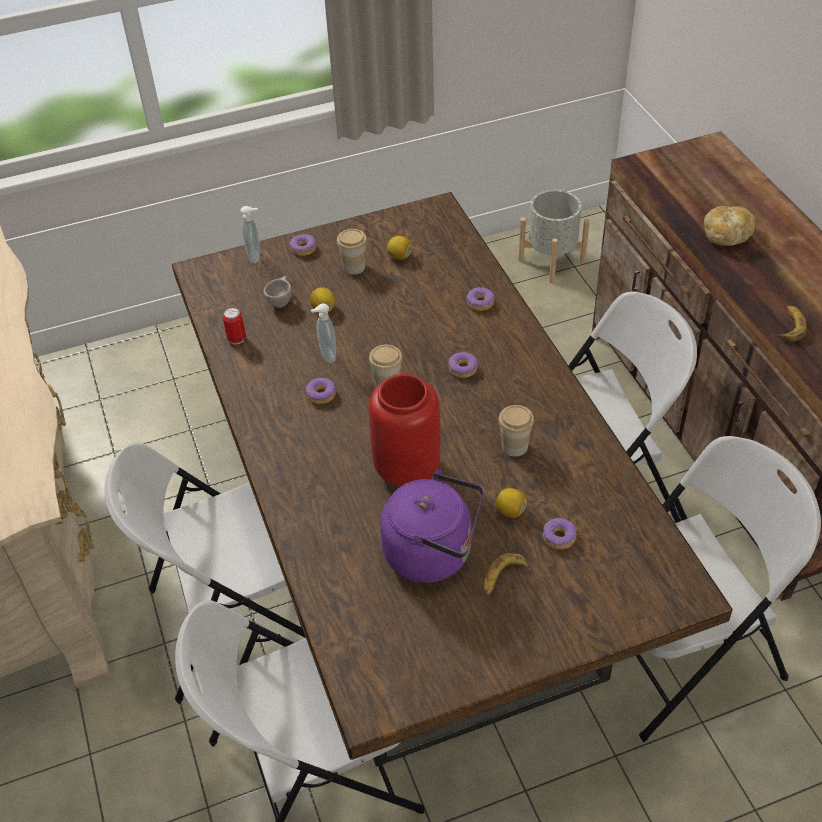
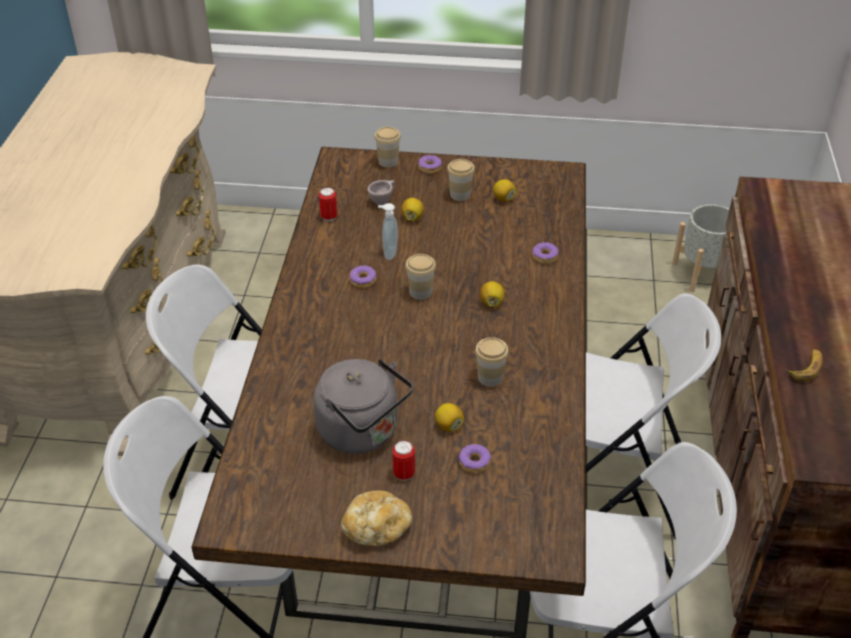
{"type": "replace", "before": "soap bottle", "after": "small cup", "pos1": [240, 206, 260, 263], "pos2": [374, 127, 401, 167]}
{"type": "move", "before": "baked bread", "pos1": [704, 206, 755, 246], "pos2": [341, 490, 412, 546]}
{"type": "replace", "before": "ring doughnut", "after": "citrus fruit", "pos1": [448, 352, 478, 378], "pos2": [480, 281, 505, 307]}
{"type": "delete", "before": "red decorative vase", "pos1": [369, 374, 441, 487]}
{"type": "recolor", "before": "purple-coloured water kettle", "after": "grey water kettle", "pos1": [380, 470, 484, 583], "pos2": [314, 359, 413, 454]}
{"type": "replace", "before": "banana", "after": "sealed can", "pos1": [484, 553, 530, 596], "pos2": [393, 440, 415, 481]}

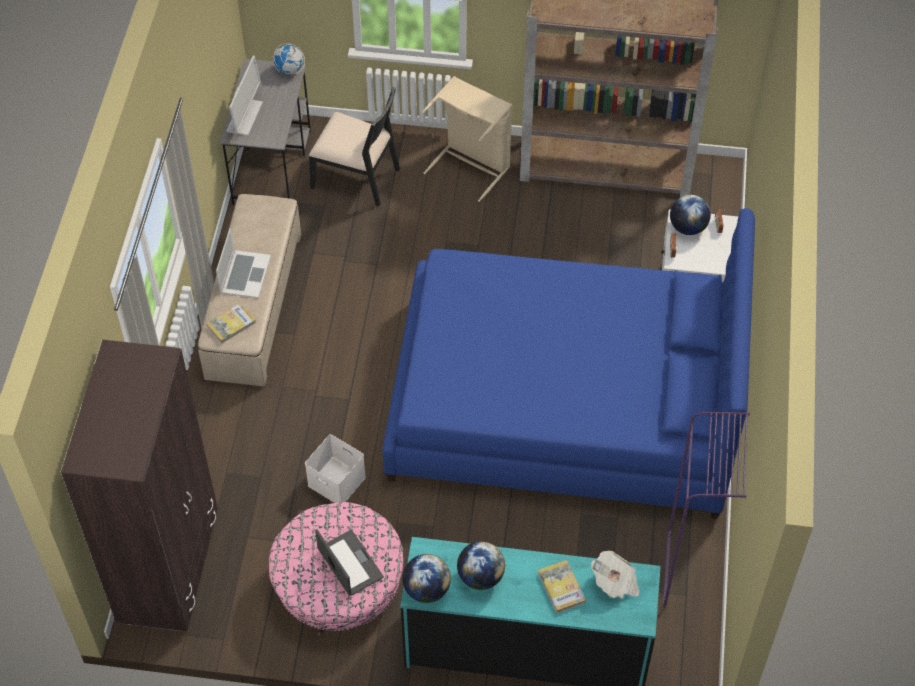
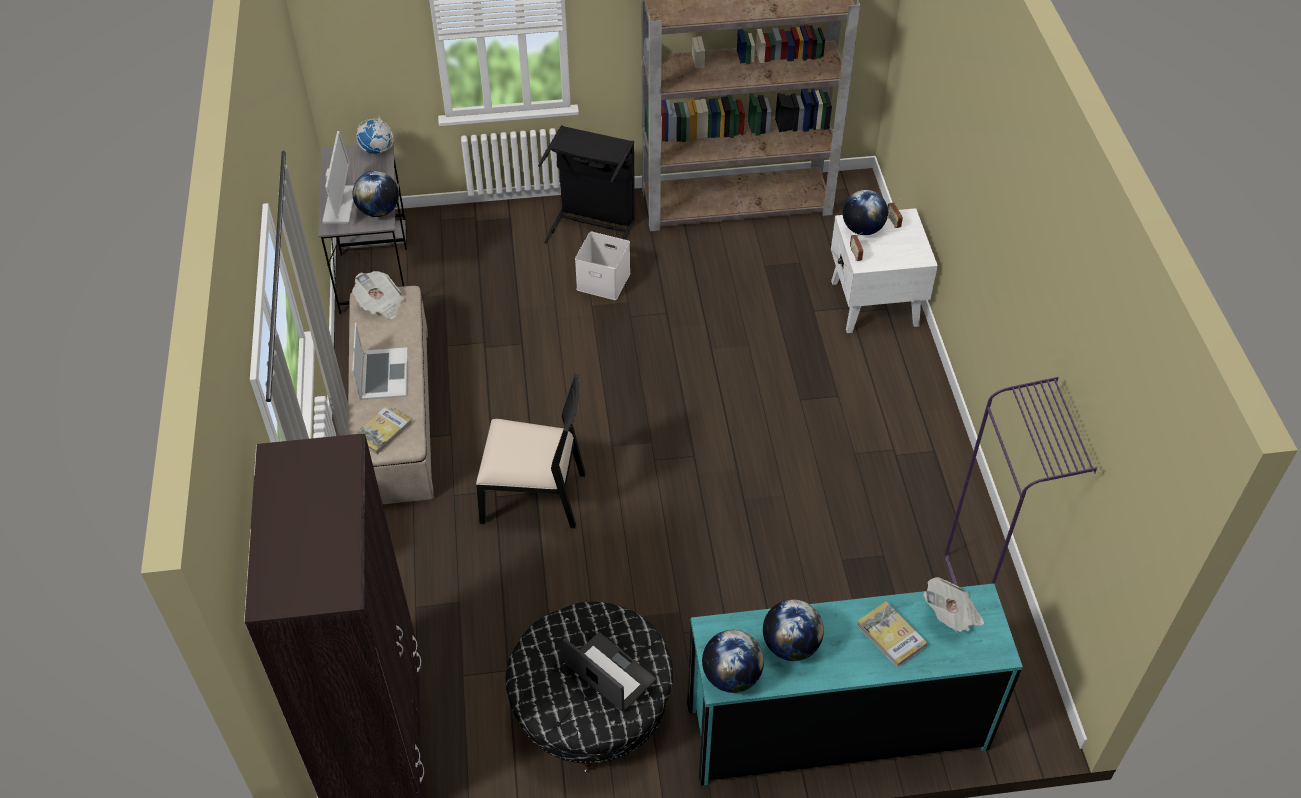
{"type": "recolor", "before": "beige hamper", "after": "black hamper", "pos1": [422, 76, 512, 202], "pos2": [538, 125, 635, 243]}
{"type": "move", "before": "black chair", "pos1": [309, 87, 400, 206], "pos2": [476, 374, 585, 528]}
{"type": "delete", "before": "blue-coloured bedroom bed", "pos1": [383, 208, 755, 519]}
{"type": "move", "before": "white storage box", "pos1": [305, 434, 366, 503], "pos2": [575, 232, 630, 300]}
{"type": "recolor", "before": "pink-coloured pouffe", "after": "black pouffe", "pos1": [269, 502, 403, 636], "pos2": [505, 602, 673, 773]}
{"type": "insert", "after": "desk globe", "pos2": [353, 171, 399, 217]}
{"type": "insert", "after": "newspaper", "pos2": [352, 271, 404, 319]}

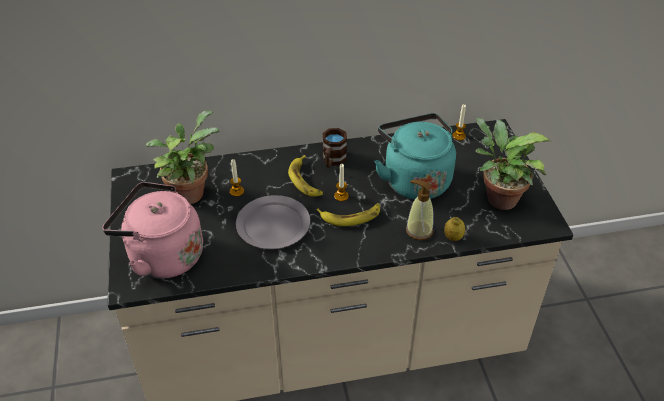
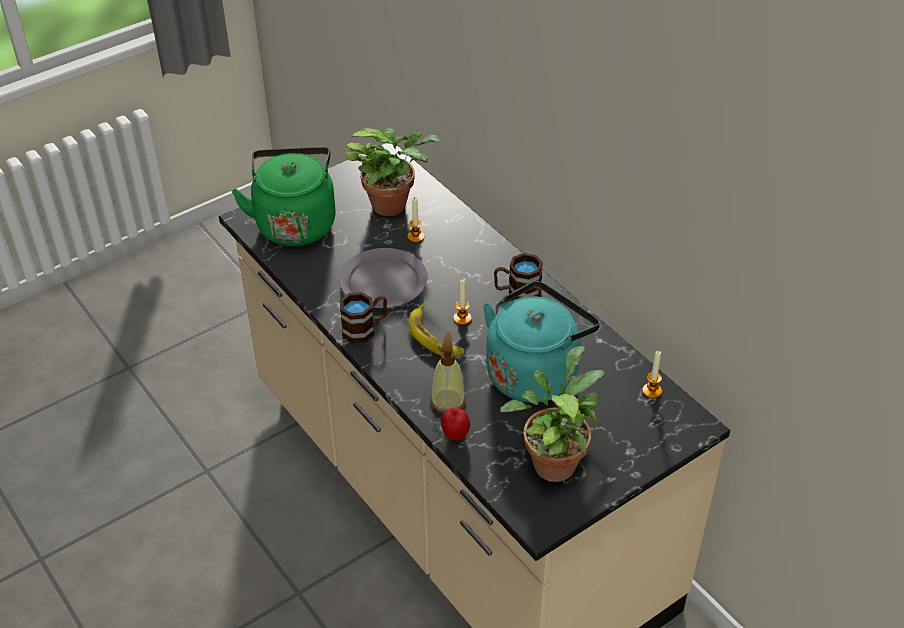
{"type": "delete", "before": "banana", "pos1": [288, 155, 323, 197]}
{"type": "recolor", "before": "pink-coloured water kettle", "after": "greenish water kettle", "pos1": [102, 182, 203, 279], "pos2": [232, 147, 336, 246]}
{"type": "replace", "before": "citrus fruit", "after": "apple fruit", "pos1": [444, 217, 465, 241], "pos2": [441, 408, 470, 441]}
{"type": "insert", "after": "brownish mug", "pos2": [340, 292, 387, 343]}

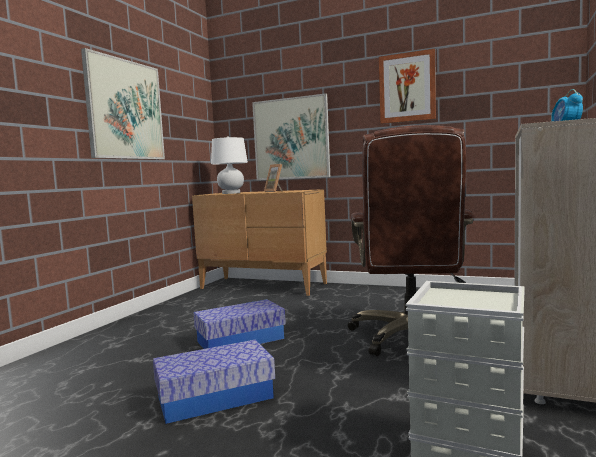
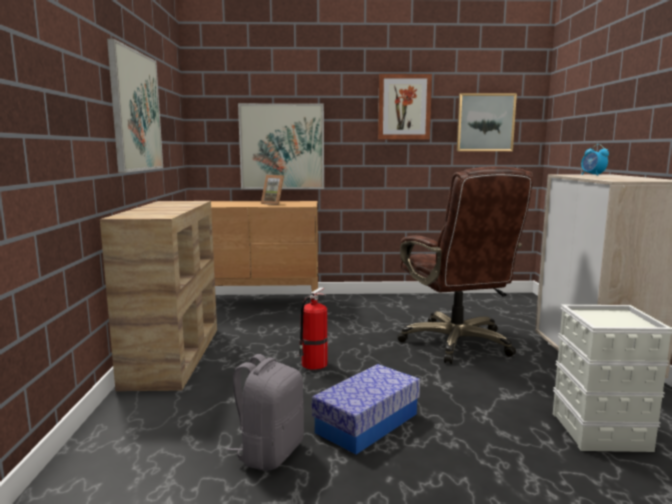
{"type": "delete", "before": "white lamp for a table", "pos1": [211, 136, 248, 194]}
{"type": "replace", "before": "storage box", "after": "fire extinguisher", "pos1": [193, 299, 286, 349], "pos2": [298, 287, 328, 370]}
{"type": "insert", "after": "picture", "pos2": [457, 93, 517, 151]}
{"type": "insert", "after": "brownish bookcase", "pos2": [100, 201, 217, 391]}
{"type": "insert", "after": "grey backpack", "pos2": [227, 354, 304, 471]}

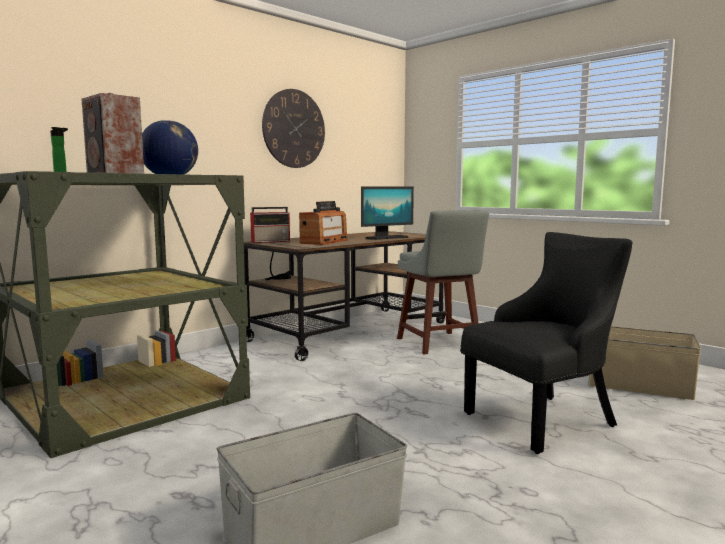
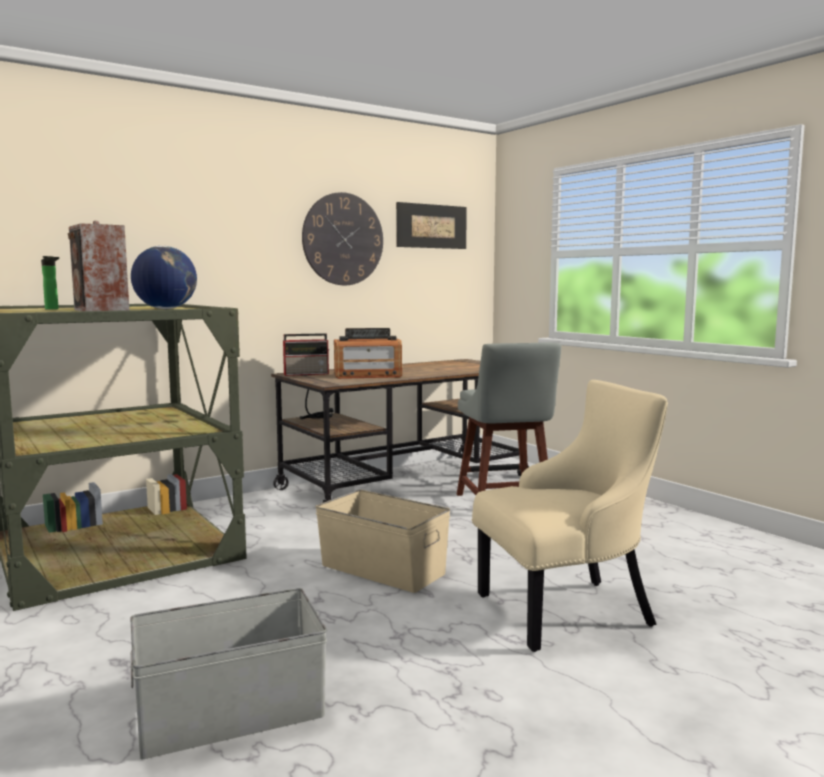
{"type": "delete", "before": "monitor", "pos1": [361, 186, 414, 240]}
{"type": "rotate", "before": "radio", "pos1": [299, 201, 348, 245], "pos2": [334, 328, 402, 379], "turn": 45}
{"type": "recolor", "before": "black chair", "after": "beige chair", "pos1": [460, 232, 633, 454], "pos2": [472, 380, 668, 652]}
{"type": "move", "before": "beige storage box", "pos1": [589, 326, 701, 400], "pos2": [315, 490, 450, 593]}
{"type": "insert", "after": "picture", "pos2": [396, 202, 467, 249]}

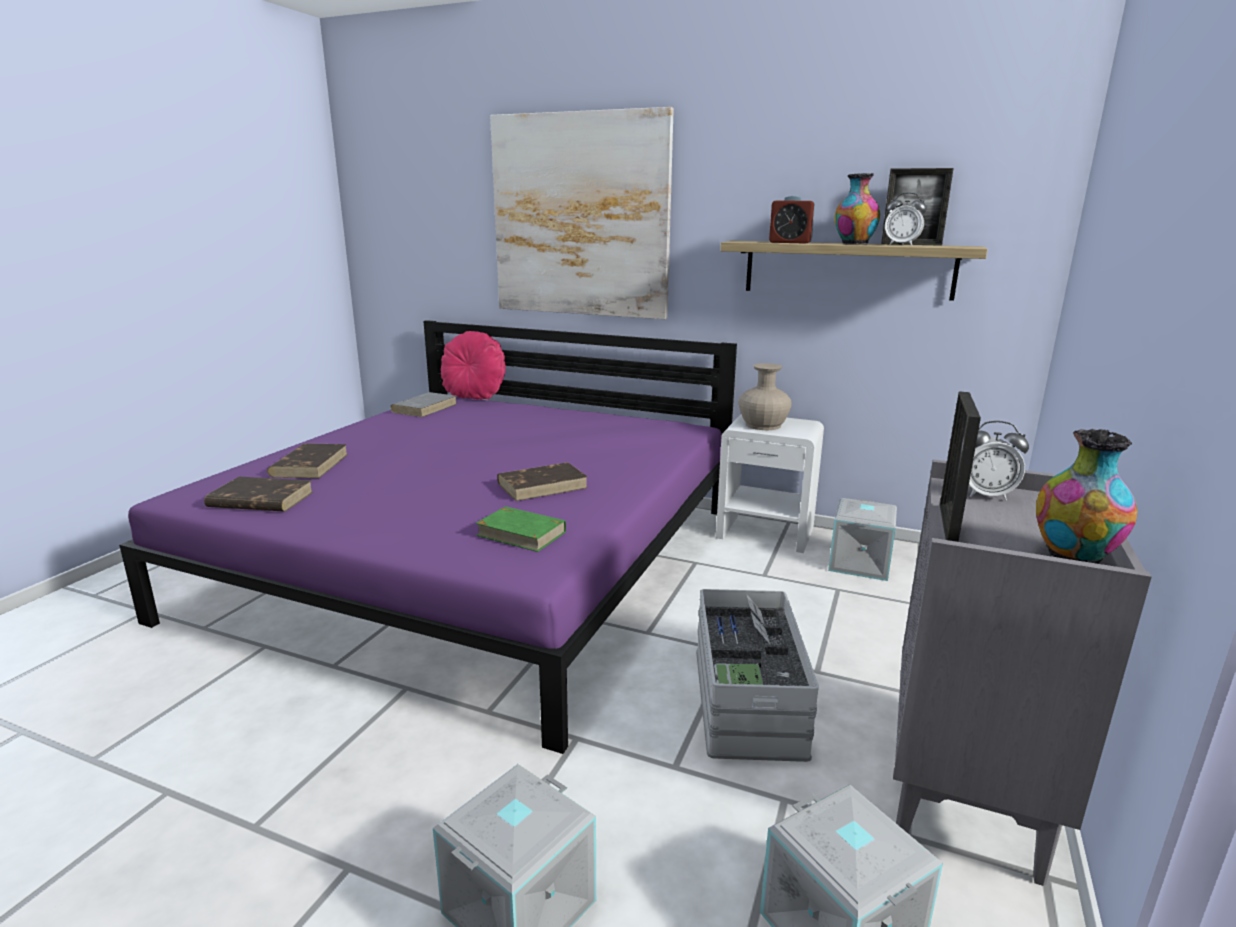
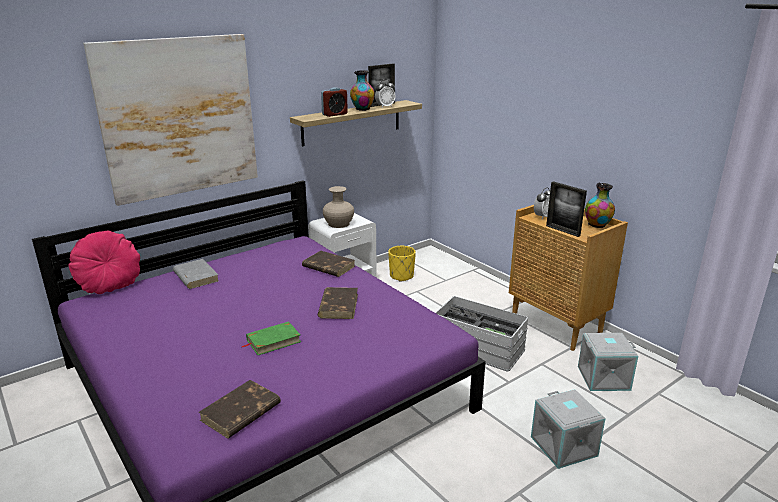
{"type": "move", "before": "grey book", "pos1": [390, 392, 456, 417], "pos2": [173, 259, 219, 289]}
{"type": "move", "before": "brownish book", "pos1": [267, 443, 348, 478], "pos2": [302, 251, 355, 277]}
{"type": "recolor", "before": "grey cabinet", "after": "brownish cabinet", "pos1": [893, 459, 1152, 886], "pos2": [509, 205, 628, 351]}
{"type": "replace", "before": "grey storage box", "after": "yellow flower pot", "pos1": [828, 498, 897, 581], "pos2": [388, 246, 416, 282]}
{"type": "move", "before": "greenish book", "pos1": [475, 506, 566, 552], "pos2": [242, 321, 301, 355]}

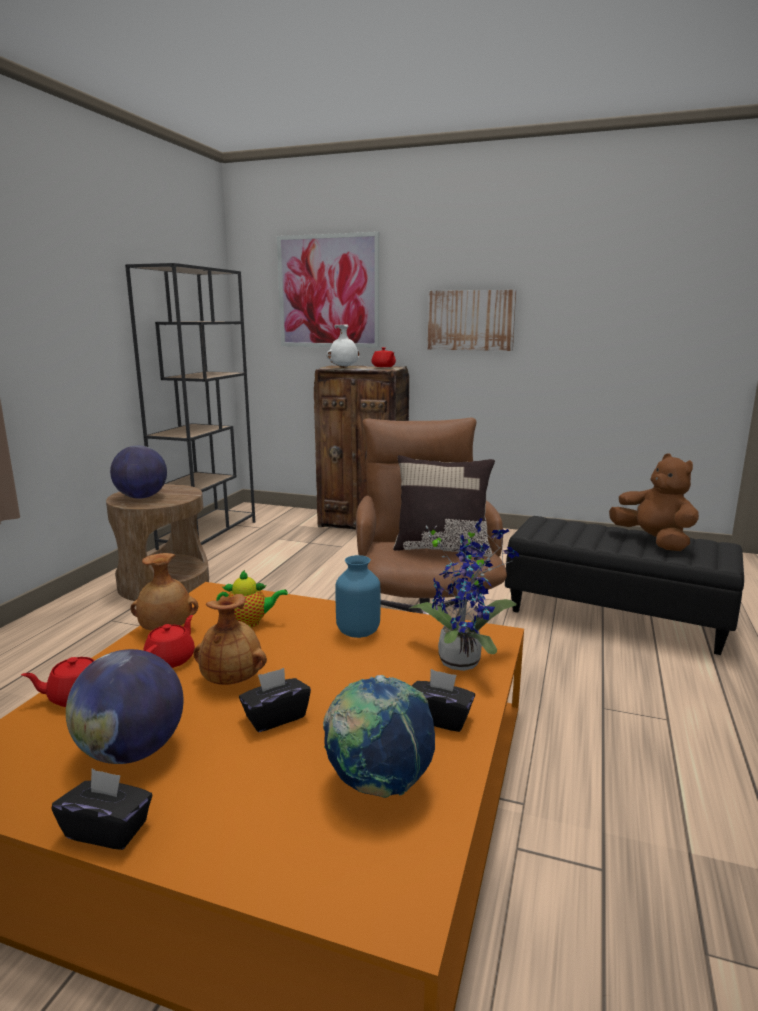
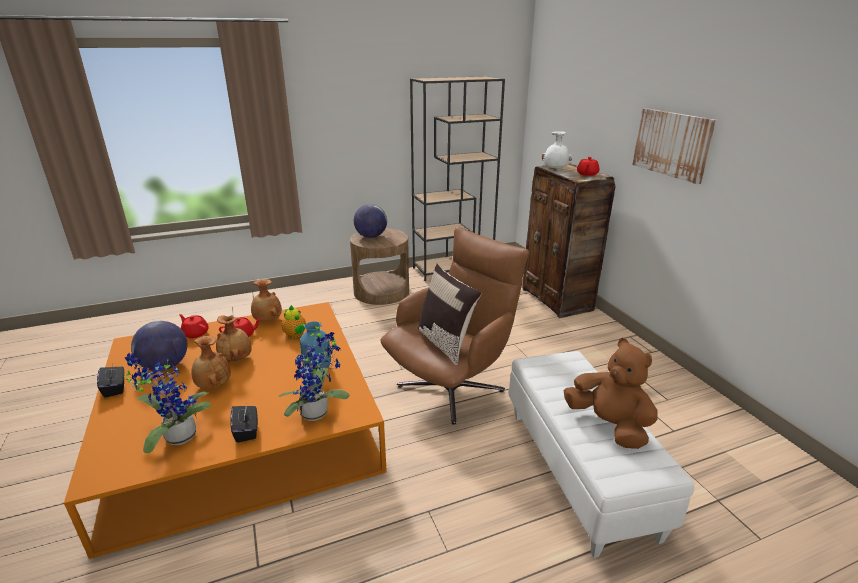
{"type": "delete", "before": "picture", "pos1": [277, 232, 379, 348]}
{"type": "rotate", "before": "brownish soft toy", "pos1": [609, 454, 699, 551], "pos2": [564, 338, 658, 449], "turn": -60}
{"type": "recolor", "before": "black pouffe", "after": "white pouffe", "pos1": [505, 516, 744, 655], "pos2": [509, 351, 694, 558]}
{"type": "replace", "before": "black tissue box", "after": "brownish decorative vase", "pos1": [239, 668, 311, 732], "pos2": [192, 336, 231, 388]}
{"type": "replace", "before": "desk globe", "after": "potted plant", "pos1": [323, 675, 435, 798], "pos2": [125, 353, 211, 453]}

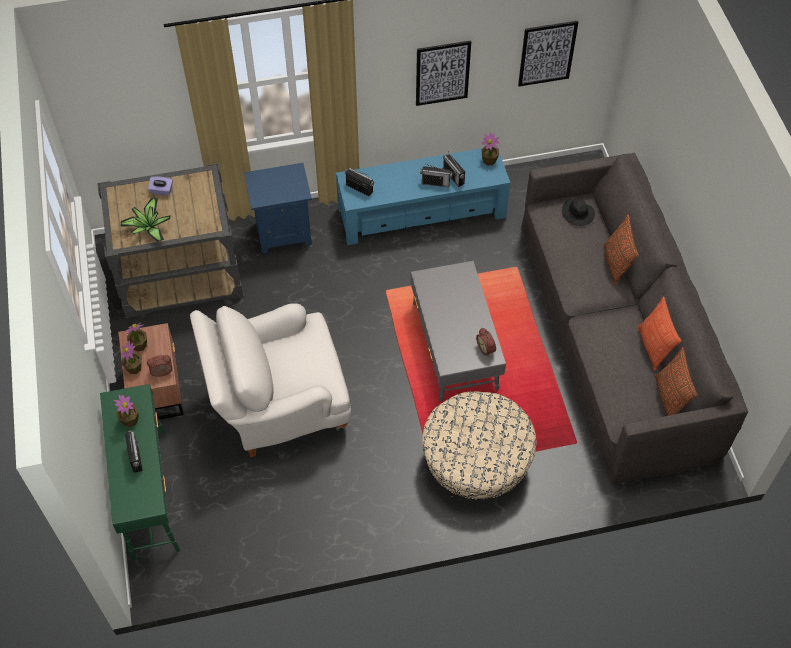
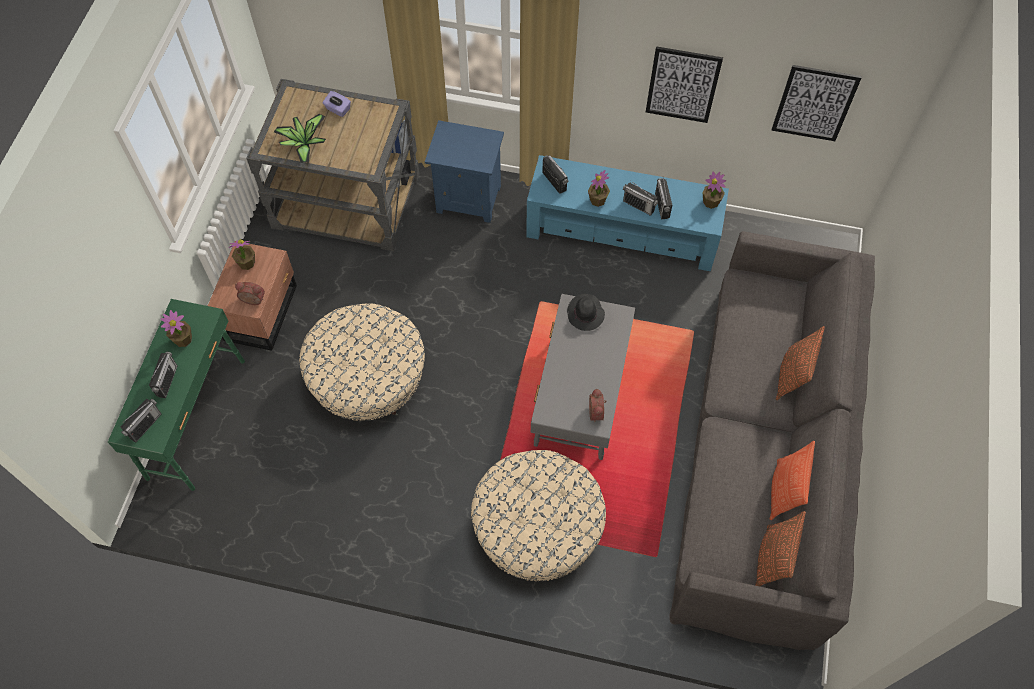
{"type": "move", "before": "black hat", "pos1": [562, 198, 595, 226], "pos2": [567, 294, 605, 331]}
{"type": "replace", "before": "white easy chair", "after": "beige pouffe", "pos1": [190, 303, 351, 457], "pos2": [299, 303, 425, 421]}
{"type": "move", "before": "potted plant", "pos1": [121, 341, 142, 374], "pos2": [588, 170, 610, 207]}
{"type": "insert", "after": "radio", "pos2": [121, 399, 162, 443]}

